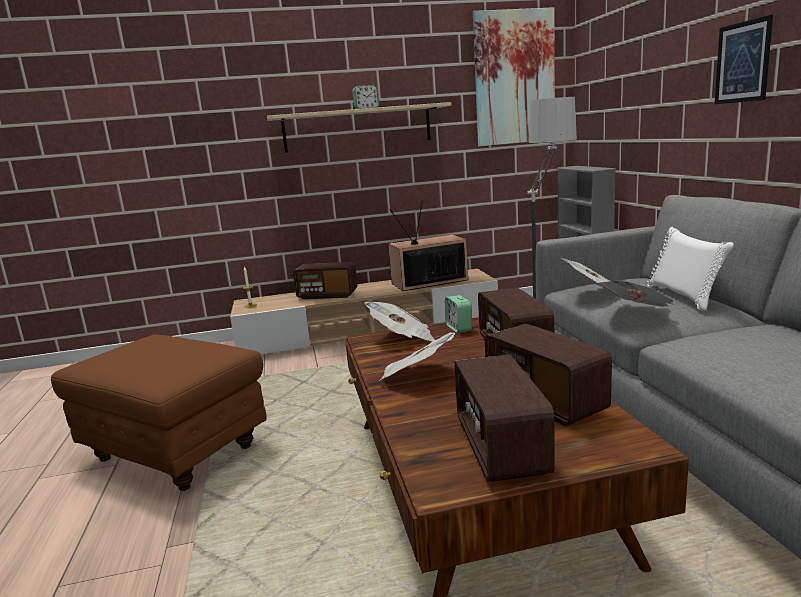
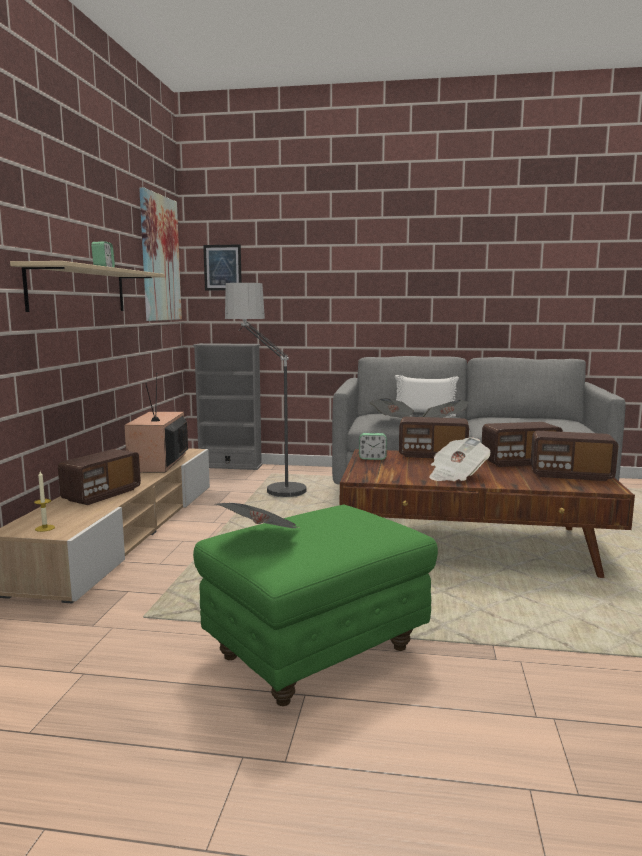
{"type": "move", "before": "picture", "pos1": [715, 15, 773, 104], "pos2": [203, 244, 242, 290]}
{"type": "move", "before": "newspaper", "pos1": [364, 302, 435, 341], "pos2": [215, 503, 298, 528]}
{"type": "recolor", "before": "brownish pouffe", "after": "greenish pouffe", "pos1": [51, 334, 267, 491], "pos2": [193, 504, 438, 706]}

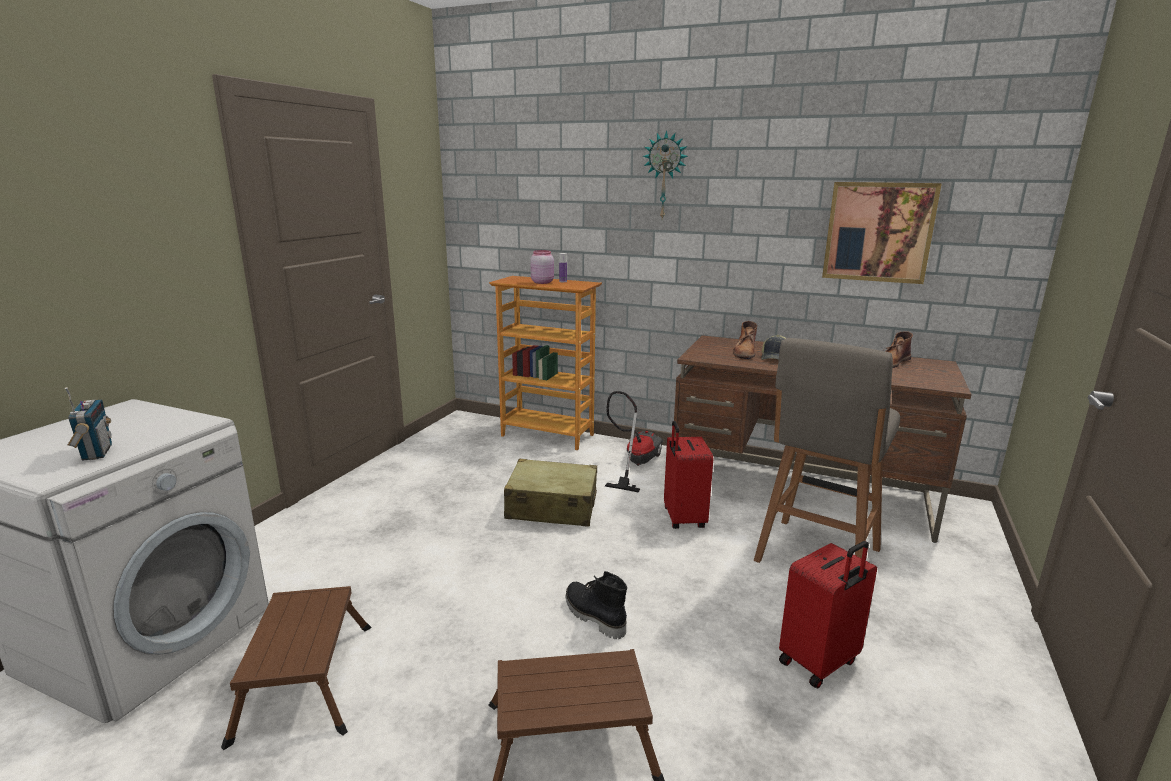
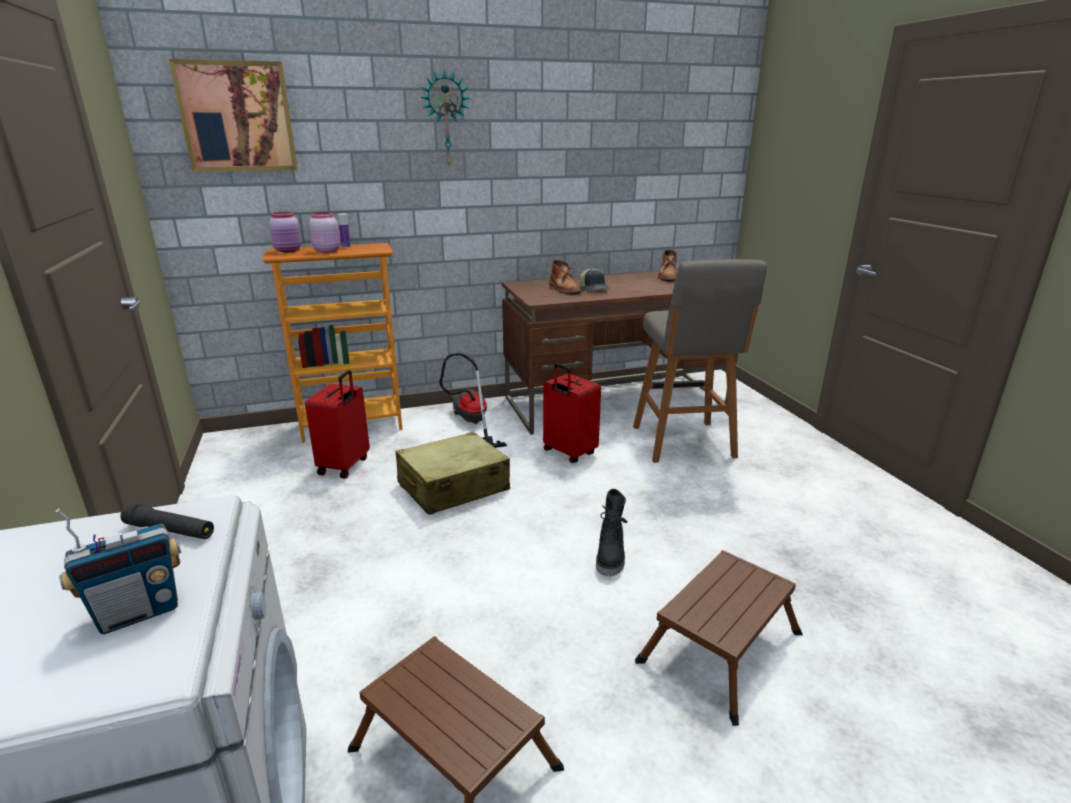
{"type": "move", "before": "picture", "pos1": [822, 182, 942, 284], "pos2": [169, 59, 297, 172]}
{"type": "rotate", "before": "radio", "pos1": [65, 387, 112, 461], "pos2": [55, 509, 181, 634], "turn": 120}
{"type": "move", "before": "red suitcase", "pos1": [779, 541, 877, 688], "pos2": [305, 370, 370, 479]}
{"type": "rotate", "before": "black high-top boot", "pos1": [566, 571, 627, 639], "pos2": [596, 489, 627, 576], "turn": -90}
{"type": "insert", "after": "pink-coloured preserve jar", "pos2": [269, 212, 301, 252]}
{"type": "insert", "after": "black torch", "pos2": [120, 503, 214, 539]}

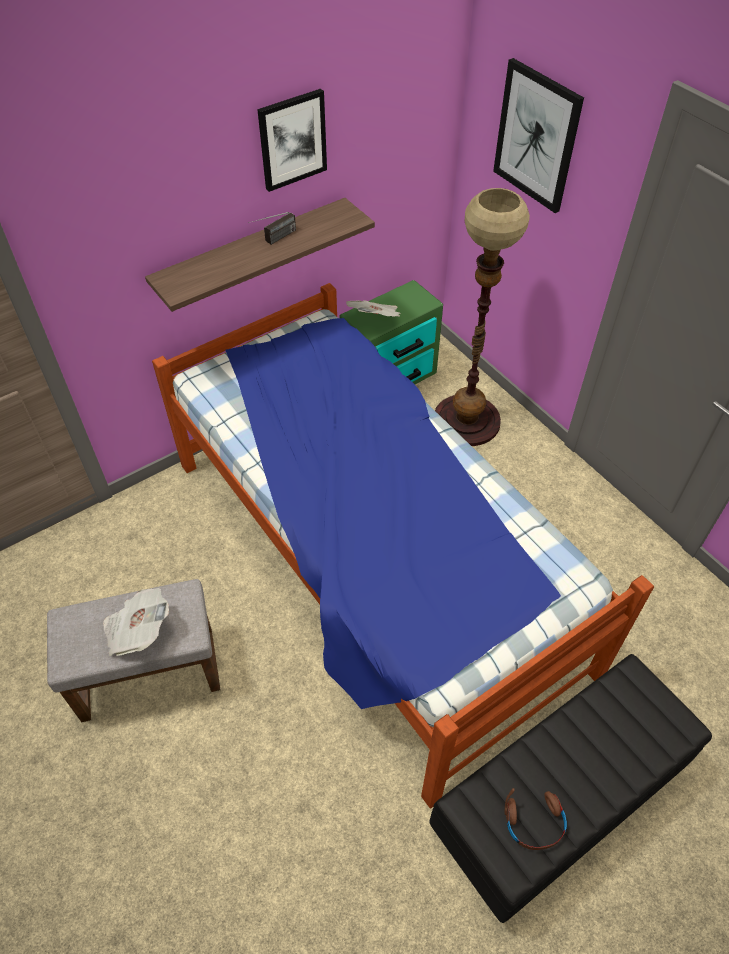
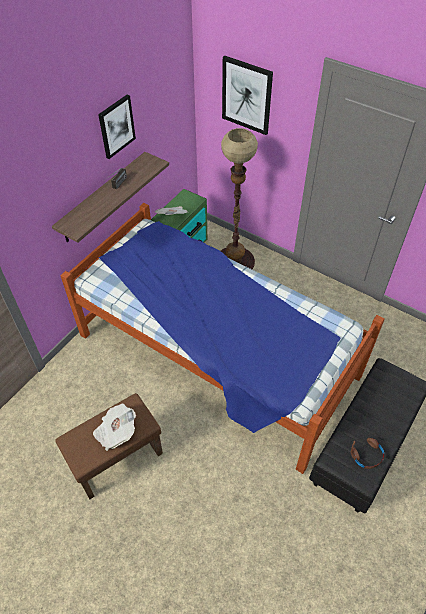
{"type": "recolor", "before": "grey pouffe", "after": "brownish pouffe", "pos1": [47, 579, 221, 722], "pos2": [55, 393, 163, 499]}

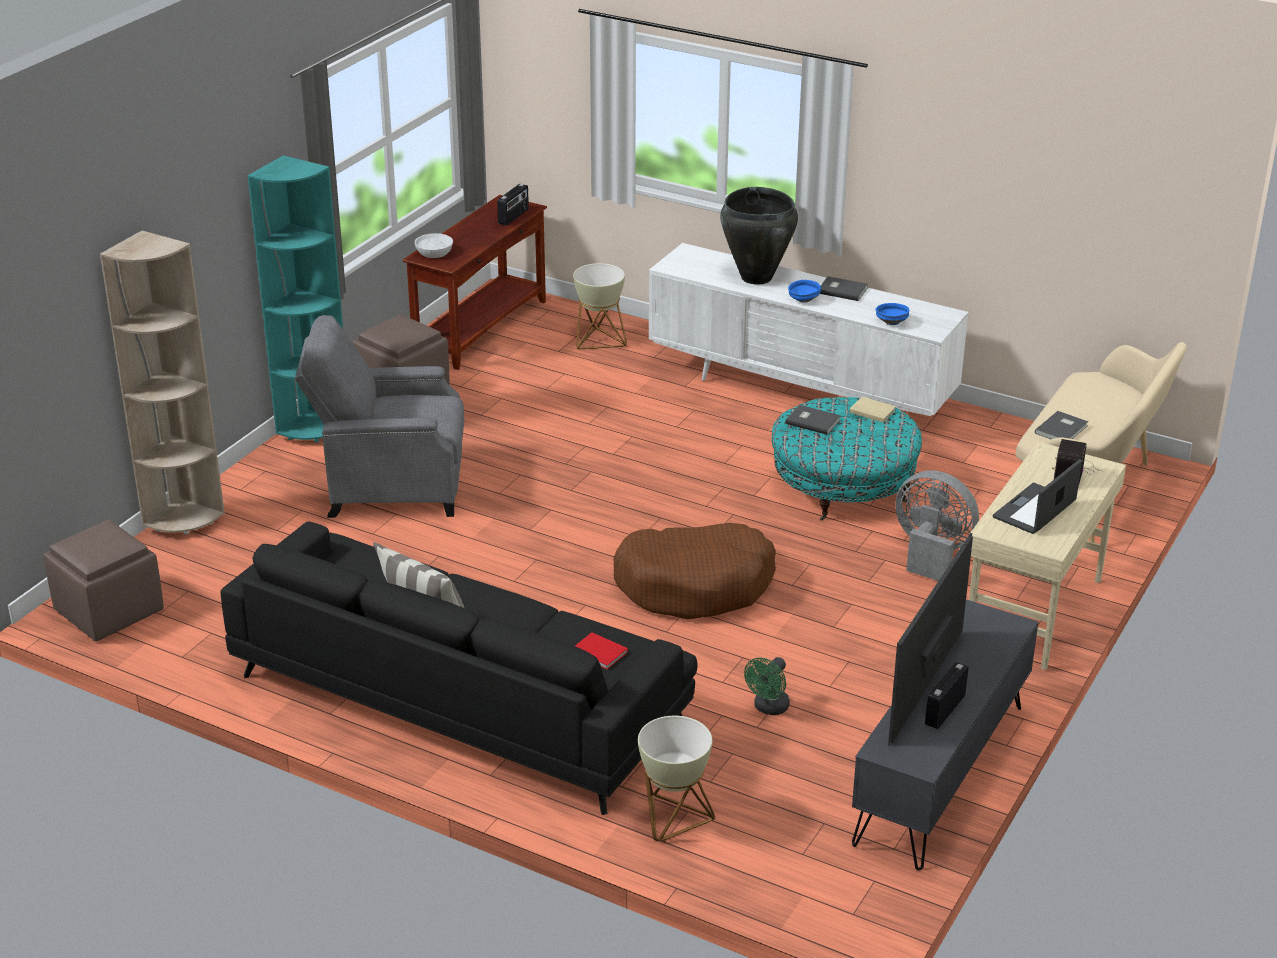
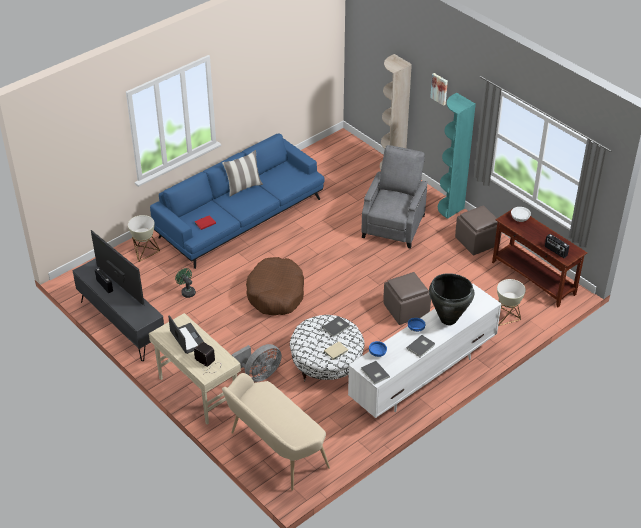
{"type": "recolor", "before": "turquoise pouffe", "after": "white pouffe", "pos1": [772, 397, 922, 521], "pos2": [290, 315, 365, 382]}
{"type": "move", "before": "grey book", "pos1": [1035, 411, 1088, 439], "pos2": [361, 361, 390, 384]}
{"type": "move", "before": "brownish pouffe", "pos1": [43, 520, 164, 642], "pos2": [383, 272, 431, 325]}
{"type": "recolor", "before": "black sofa", "after": "blue-coloured sofa", "pos1": [220, 522, 698, 815], "pos2": [150, 134, 325, 269]}
{"type": "insert", "after": "picture", "pos2": [430, 73, 448, 106]}

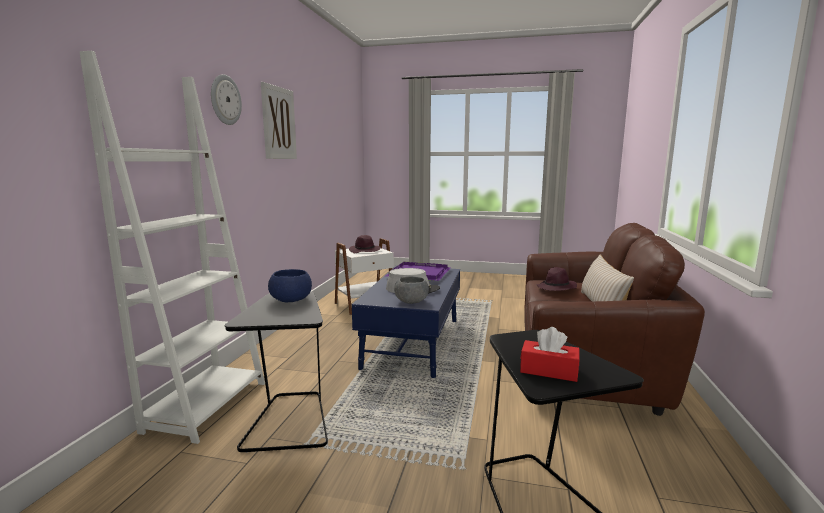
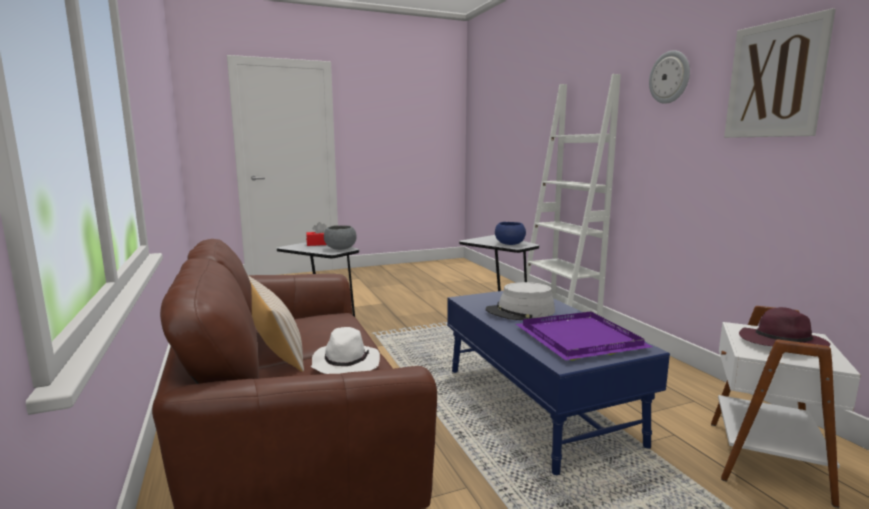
{"type": "recolor", "before": "purple-coloured hat", "after": "white hat", "pos1": [536, 267, 577, 291], "pos2": [311, 327, 380, 374]}
{"type": "move", "before": "grey deep dish", "pos1": [394, 276, 429, 304], "pos2": [324, 225, 356, 250]}

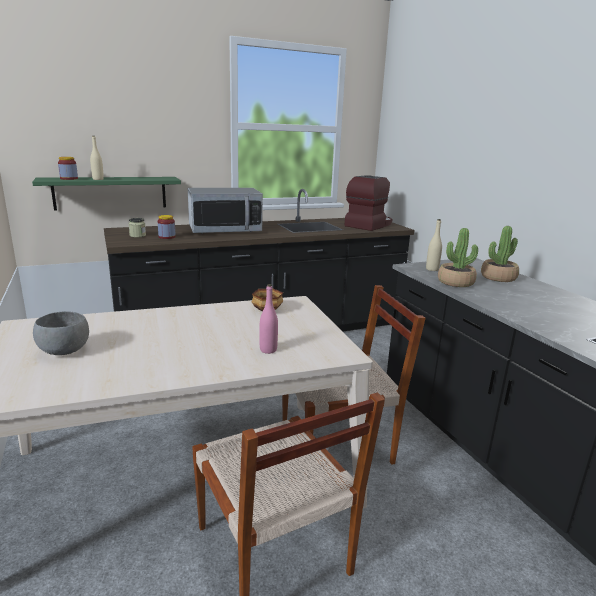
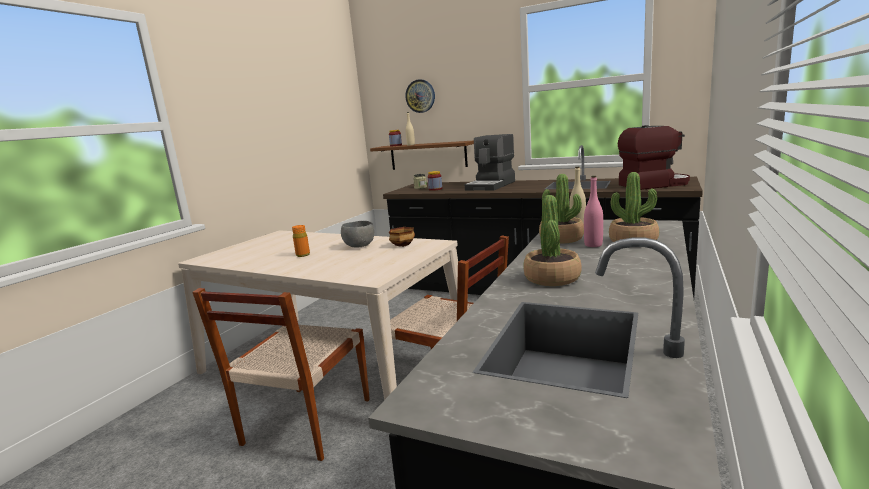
{"type": "recolor", "before": "greenish wall shelf", "after": "brownish wall shelf", "pos1": [32, 177, 181, 211], "pos2": [370, 140, 474, 170]}
{"type": "replace", "before": "kitchen microwave", "after": "coffee maker", "pos1": [188, 188, 263, 233], "pos2": [465, 134, 515, 191]}
{"type": "move", "before": "pink-coloured beverage bottle", "pos1": [259, 284, 278, 354], "pos2": [584, 176, 603, 247]}
{"type": "move", "before": "grey deep dish", "pos1": [33, 311, 89, 355], "pos2": [341, 221, 374, 248]}
{"type": "insert", "after": "wall clock", "pos2": [405, 79, 435, 113]}
{"type": "insert", "after": "potted plant", "pos2": [523, 195, 582, 286]}
{"type": "insert", "after": "orangey beverage bottle", "pos2": [292, 225, 310, 257]}

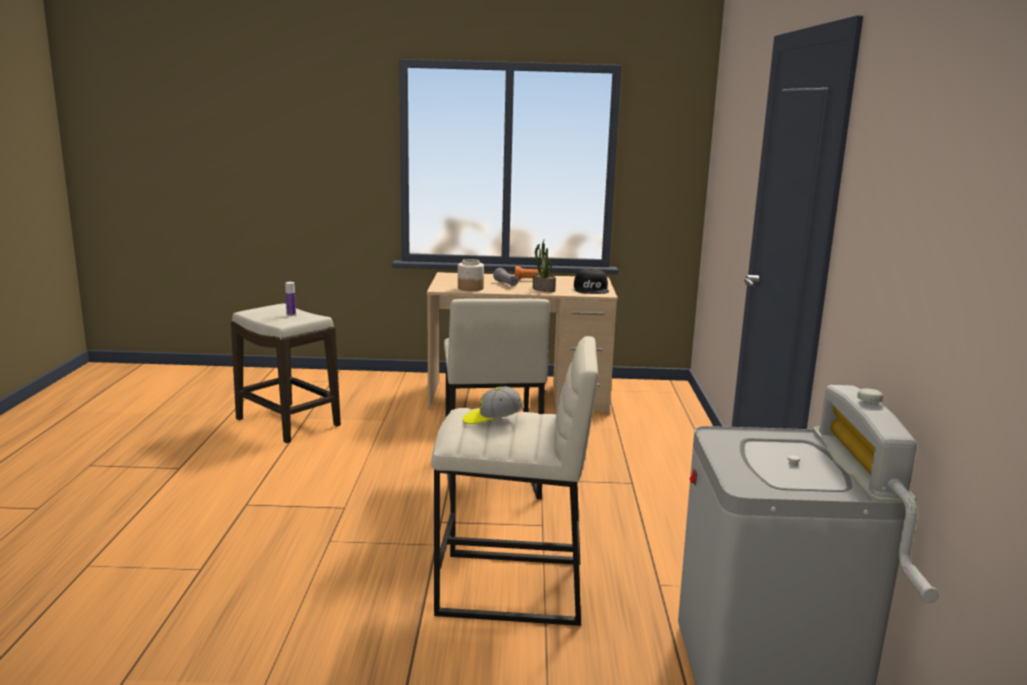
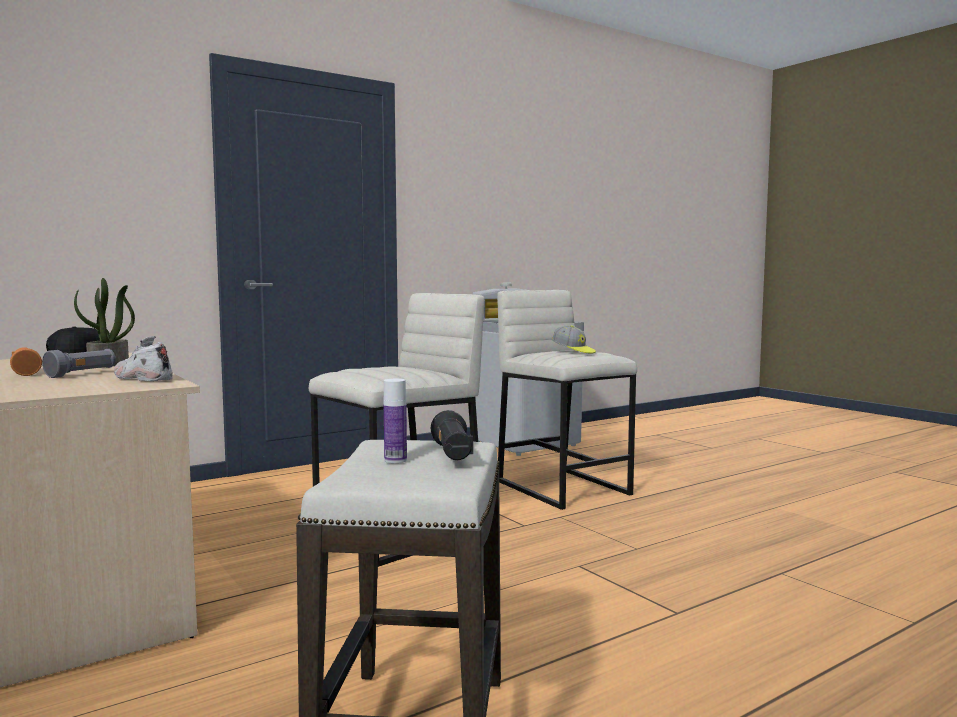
{"type": "replace", "before": "preserve jar", "after": "white shoe", "pos1": [458, 259, 484, 291], "pos2": [114, 336, 173, 381]}
{"type": "insert", "after": "black torch", "pos2": [431, 410, 474, 460]}

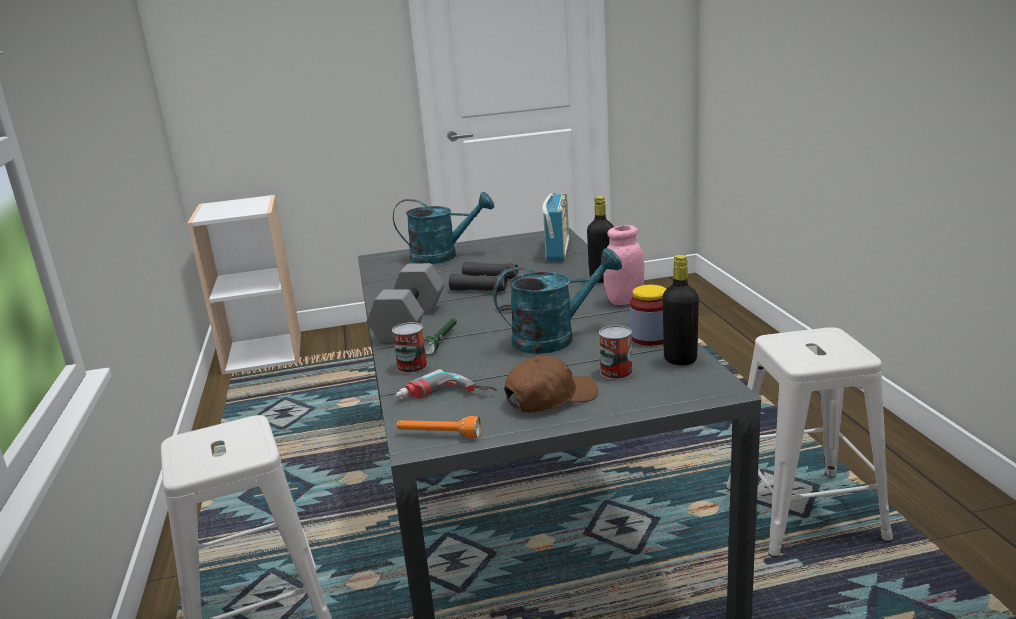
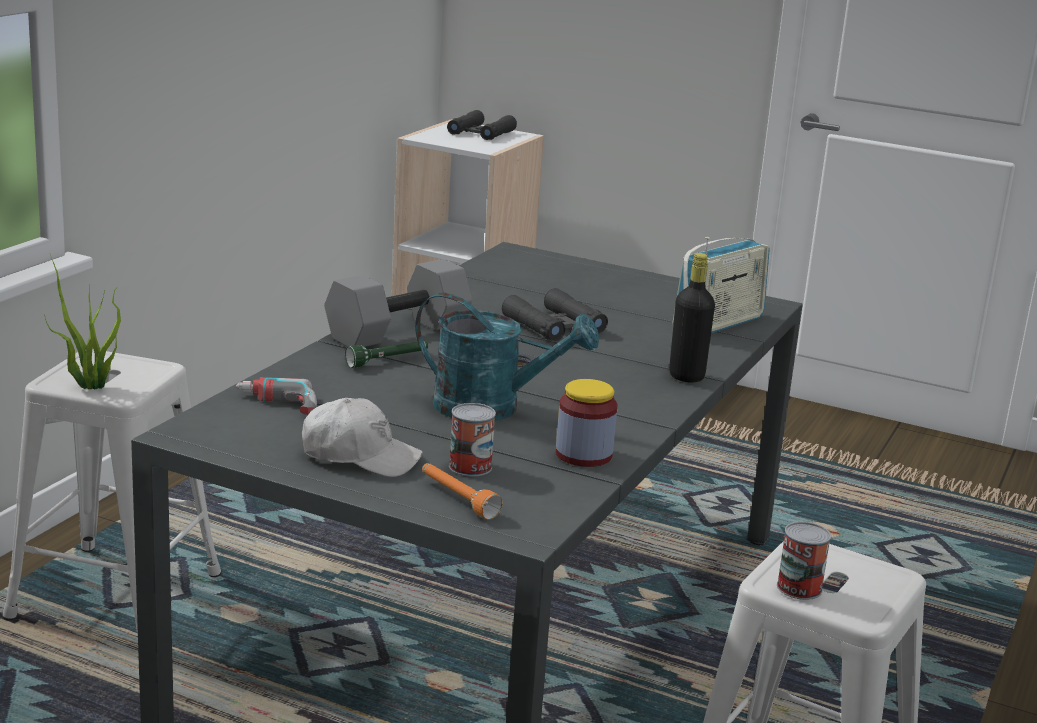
{"type": "delete", "before": "turquoise watering pot", "pos1": [393, 192, 494, 264]}
{"type": "delete", "before": "pink-coloured preserve jar", "pos1": [603, 225, 644, 305]}
{"type": "delete", "before": "black beverage bottle", "pos1": [662, 255, 699, 365]}
{"type": "move", "before": "sealed can", "pos1": [392, 322, 427, 373], "pos2": [777, 522, 831, 600]}
{"type": "recolor", "before": "brownish baseball cap", "after": "white baseball cap", "pos1": [504, 355, 598, 413], "pos2": [302, 398, 423, 477]}
{"type": "move", "before": "orangey torch", "pos1": [397, 416, 481, 438], "pos2": [422, 463, 503, 520]}
{"type": "insert", "after": "black binoculars", "pos2": [447, 110, 517, 140]}
{"type": "insert", "after": "potted plant", "pos2": [44, 255, 121, 389]}

